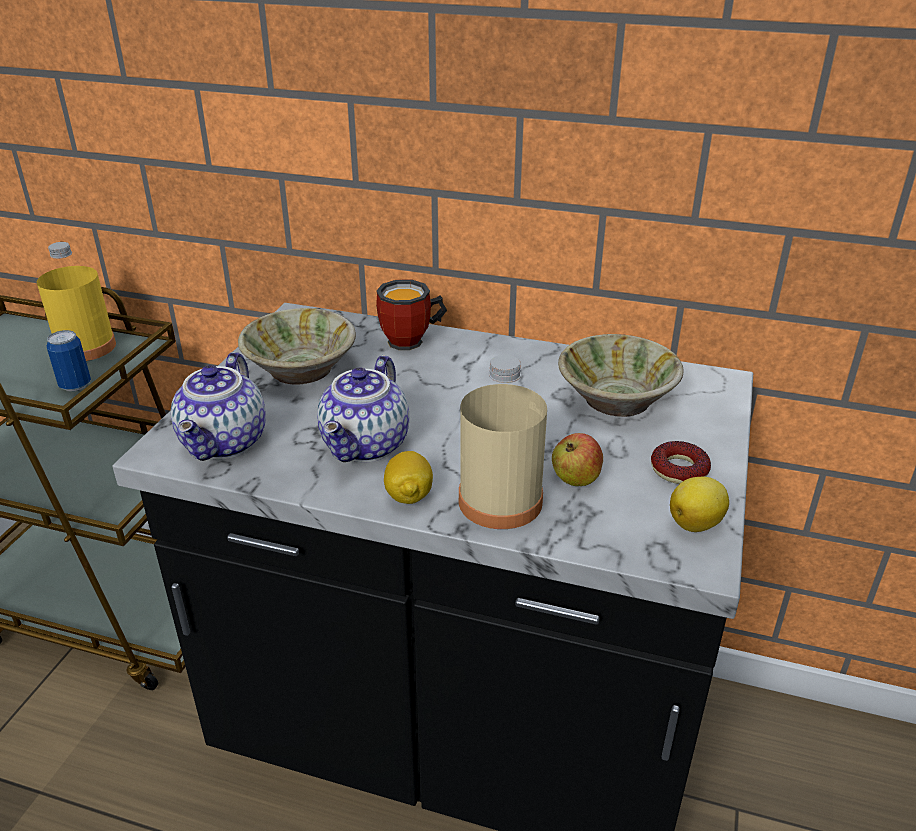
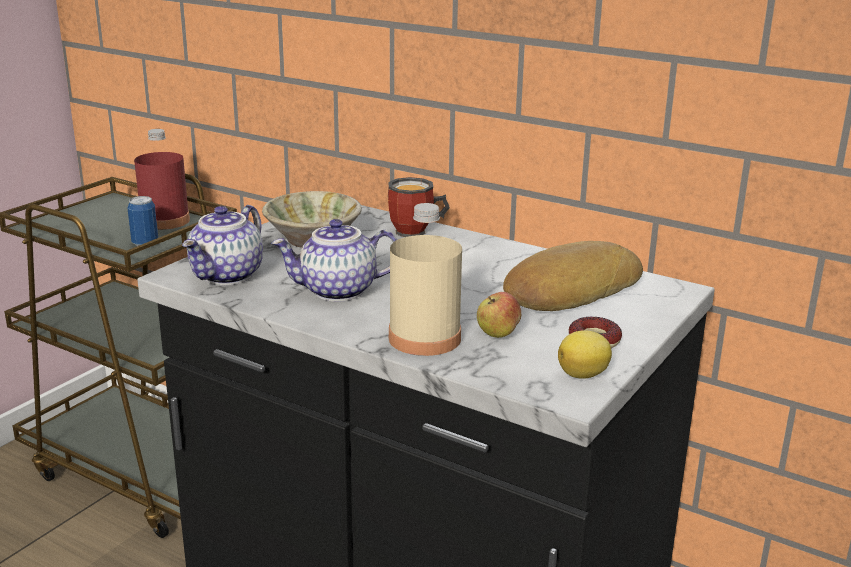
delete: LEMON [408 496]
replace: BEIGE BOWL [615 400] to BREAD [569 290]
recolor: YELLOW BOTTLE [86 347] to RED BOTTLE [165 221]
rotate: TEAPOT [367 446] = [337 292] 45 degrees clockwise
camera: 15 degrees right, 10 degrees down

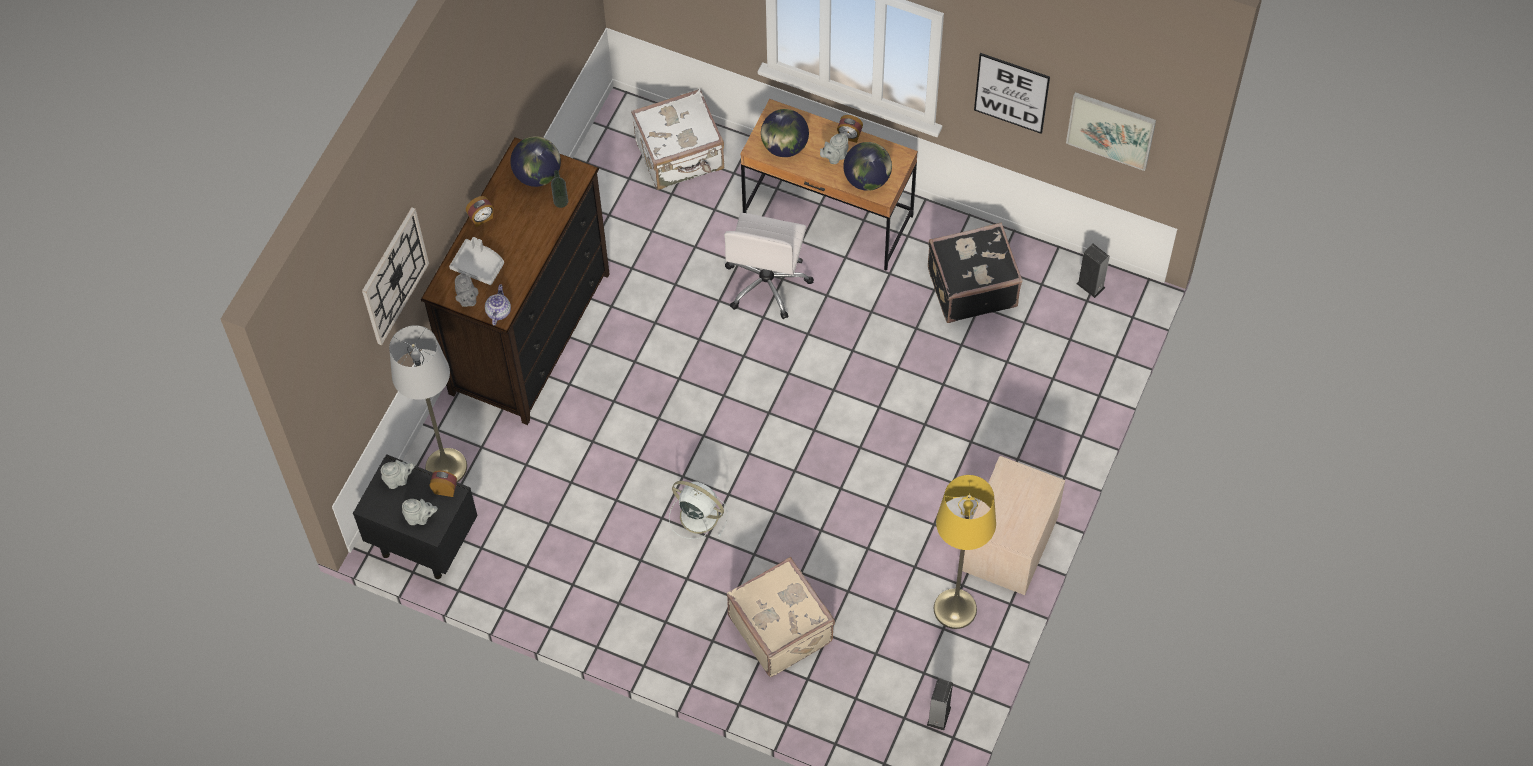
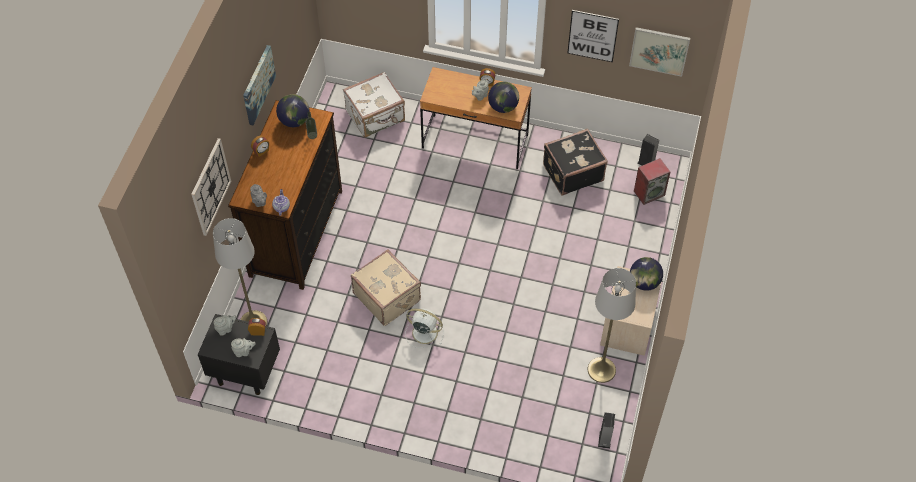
delete: WHITE OFFICE CHAIR [767 283]; GREY TRAY [478 265]
insert: PICTURE [258 84]; SPEAKER [649 192]
move: GLOBE [784 146] to [644 282]; BEIGE SUITCASE [781 627] to [387 296]
recolor: YELLOW FLOOR LAMP [955 608] to GREY FLOOR LAMP [601 370]
camera: 10 degrees left, 5 degrees down

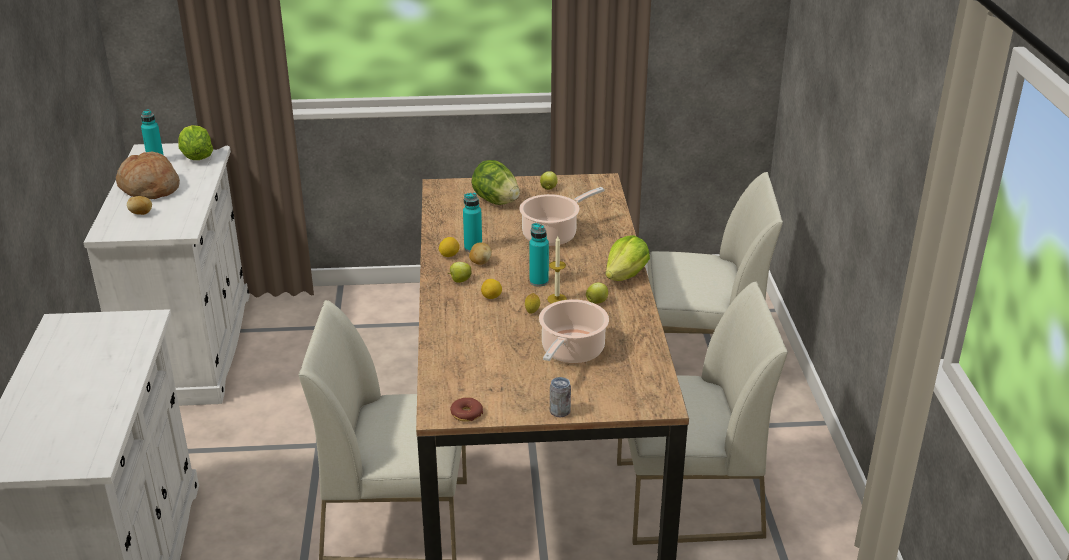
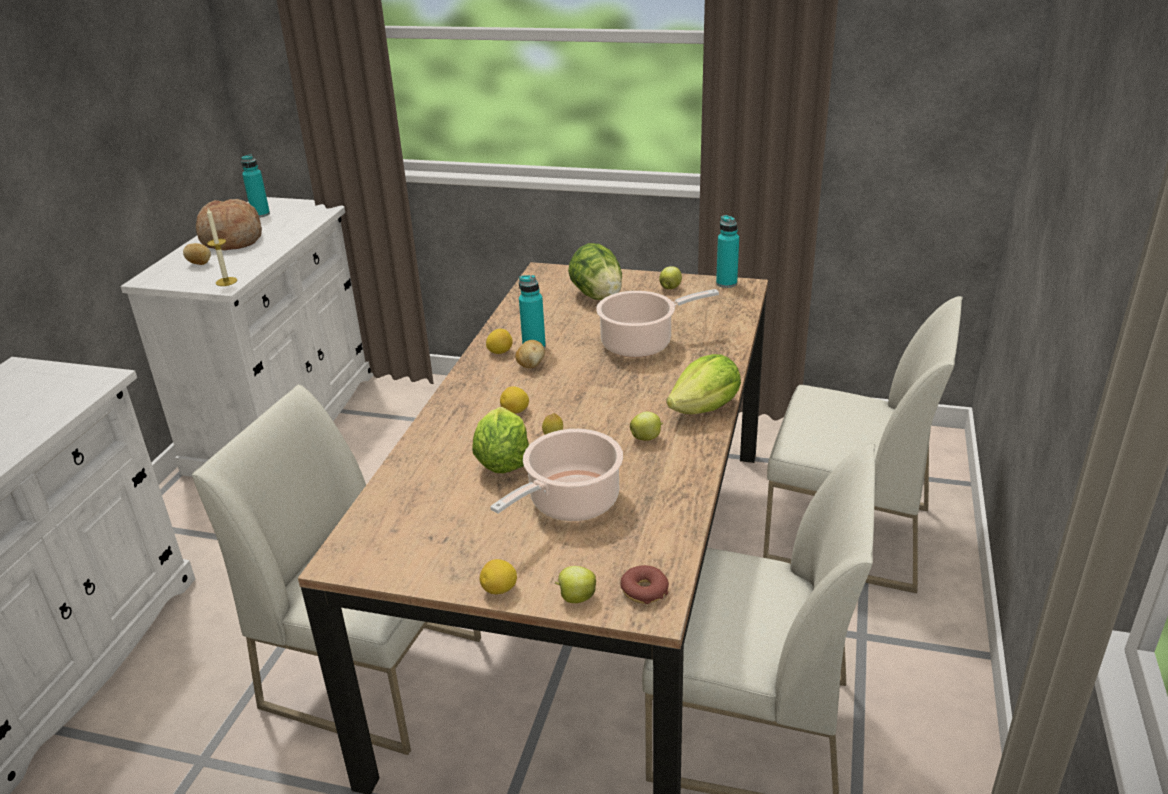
move: LETTUCE [196 157] to [502 462]; TURQUOISE BOTTLE [539 281] to [726 283]; CANDLE [557 299] to [226 281]; APPLE [459 281] to [576 598]; DONUT [466 414] to [644 590]
replace: CAN [560 411] to LEMON [499 590]
camera: 20 degrees right, 0 degrees up

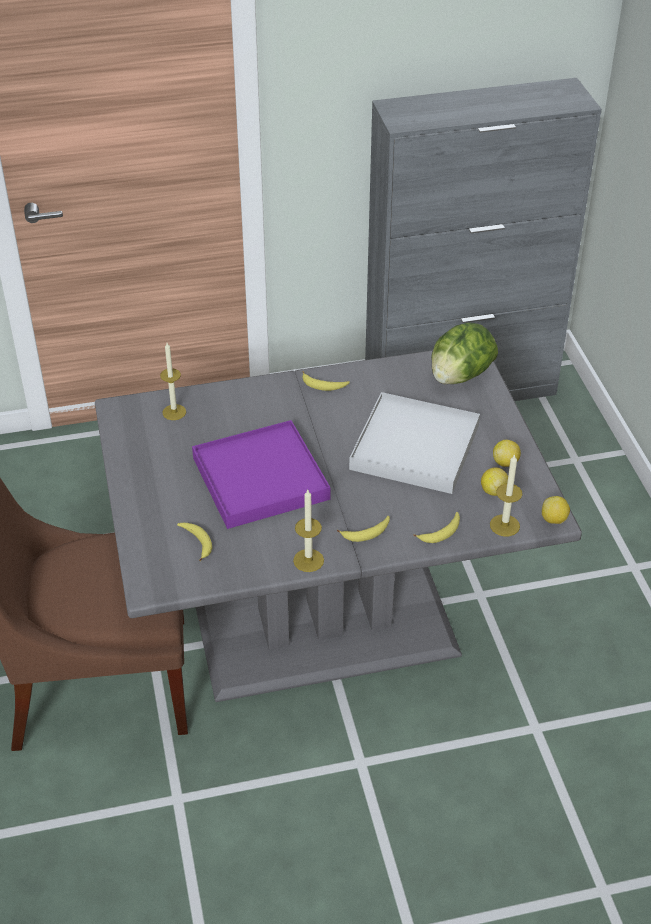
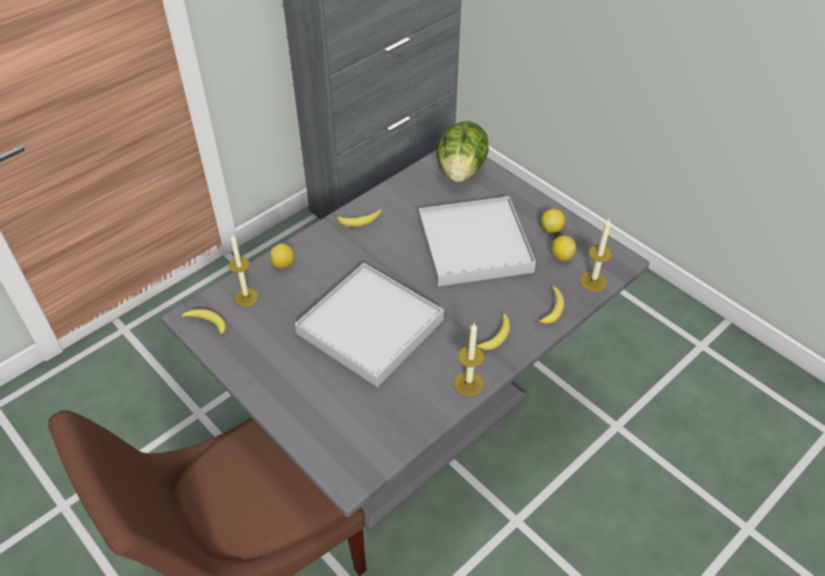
move: LEMON [554 520] to [284 264]; BANANA [197 542] to [207 323]
recolor: PURPLE TRAY [260 478] to WHITE TRAY [370 327]
camera: 30 degrees left, 5 degrees up

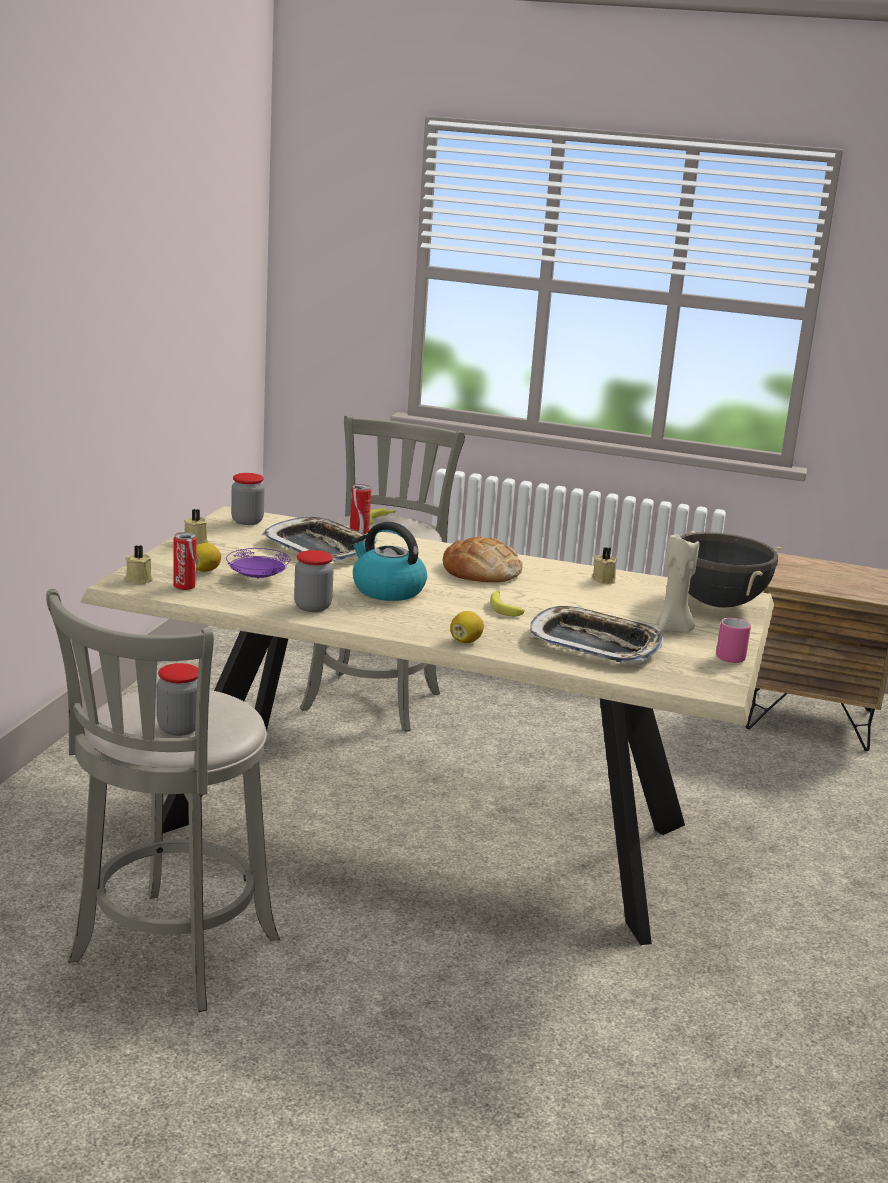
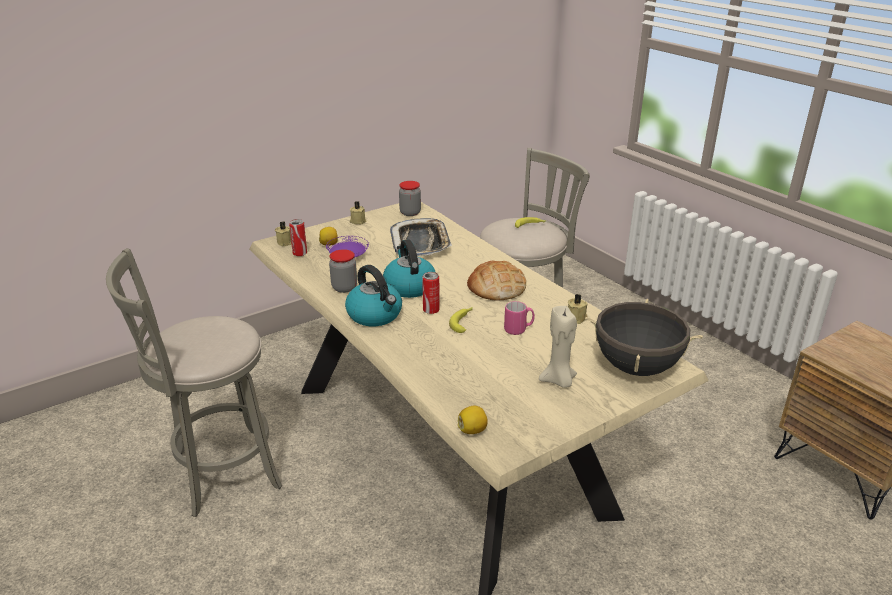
delete: TRAY [594 644]; JAR [179 728]
insert: KETTLE [375 315]
move: CAN [359 532] to [431 310]; LEMON [465 641] to [472 430]; PINK MUG [733 657] to [518 329]
camera: 40 degrees right, 10 degrees up

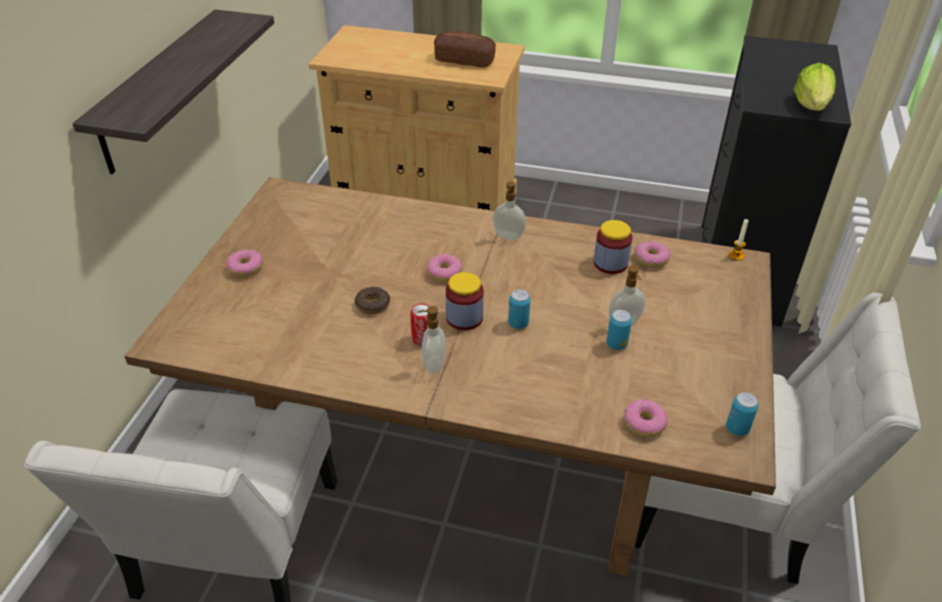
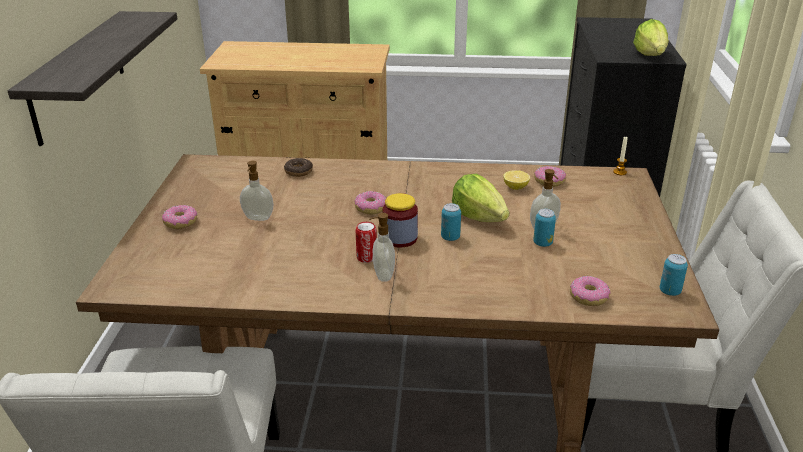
delete: BREAD [464 60]
insert: LETTUCE [479 217]
move: SOAP DISPENSER [508 236] to [258 218]; DONUT [372 305] to [298 171]
replace: JAR [610 263] to LEMON [515 187]
camera: 10 degrees left, 10 degrees down

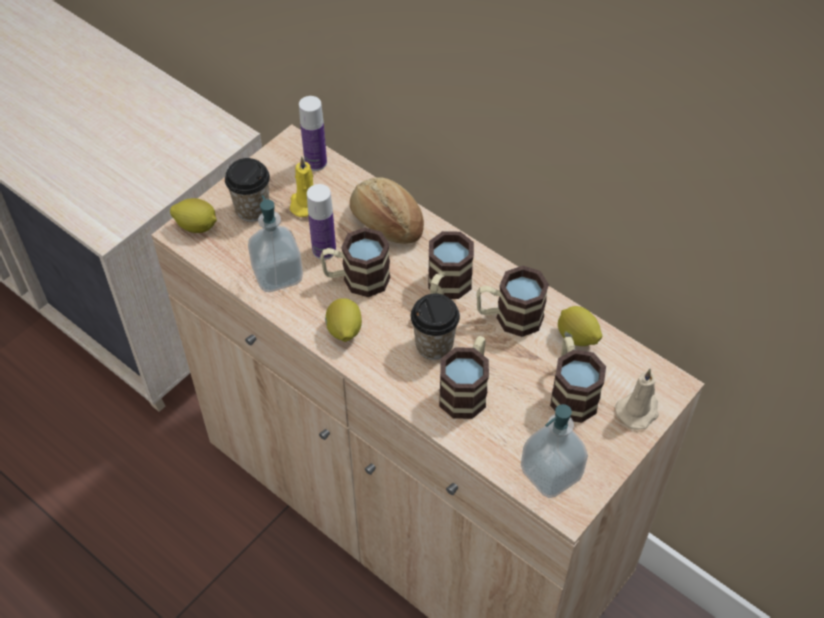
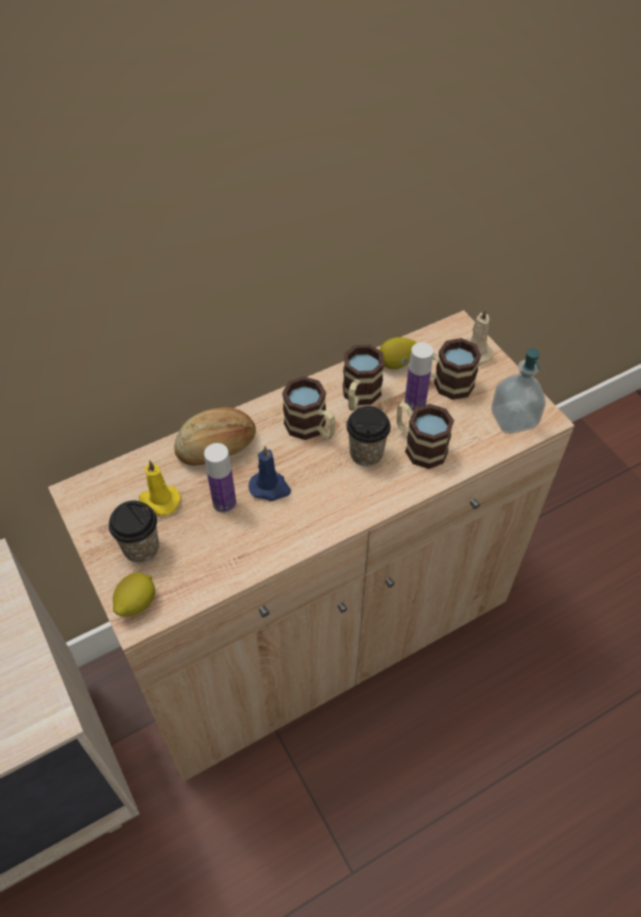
delete: SOAP DISPENSER [278 275]; LEMON [344 331]
move: BOTTLE [315 163] to [414 404]
replace: MUG [356 279] to BLUE CANDLE [270 487]
camera: 70 degrees left, 0 degrees up

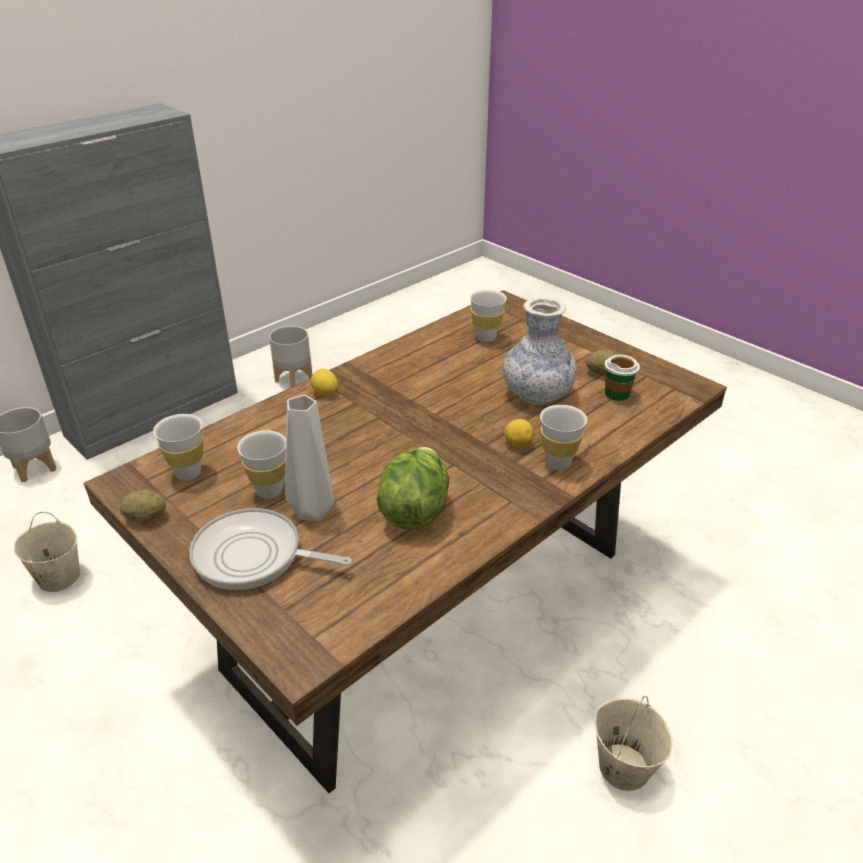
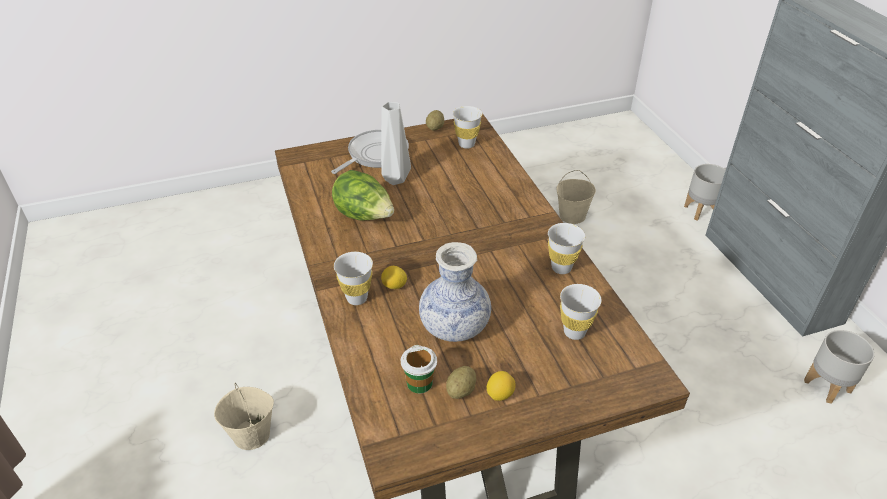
move: LEMON [325 393] to [500 394]; WHITE CUP [269 490] to [561 268]
camera: 115 degrees right, 5 degrees up

